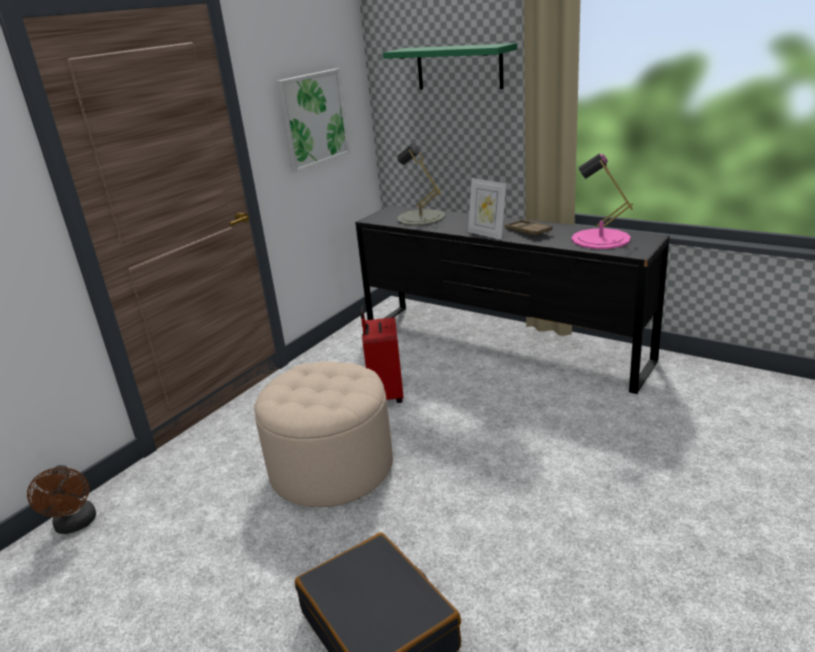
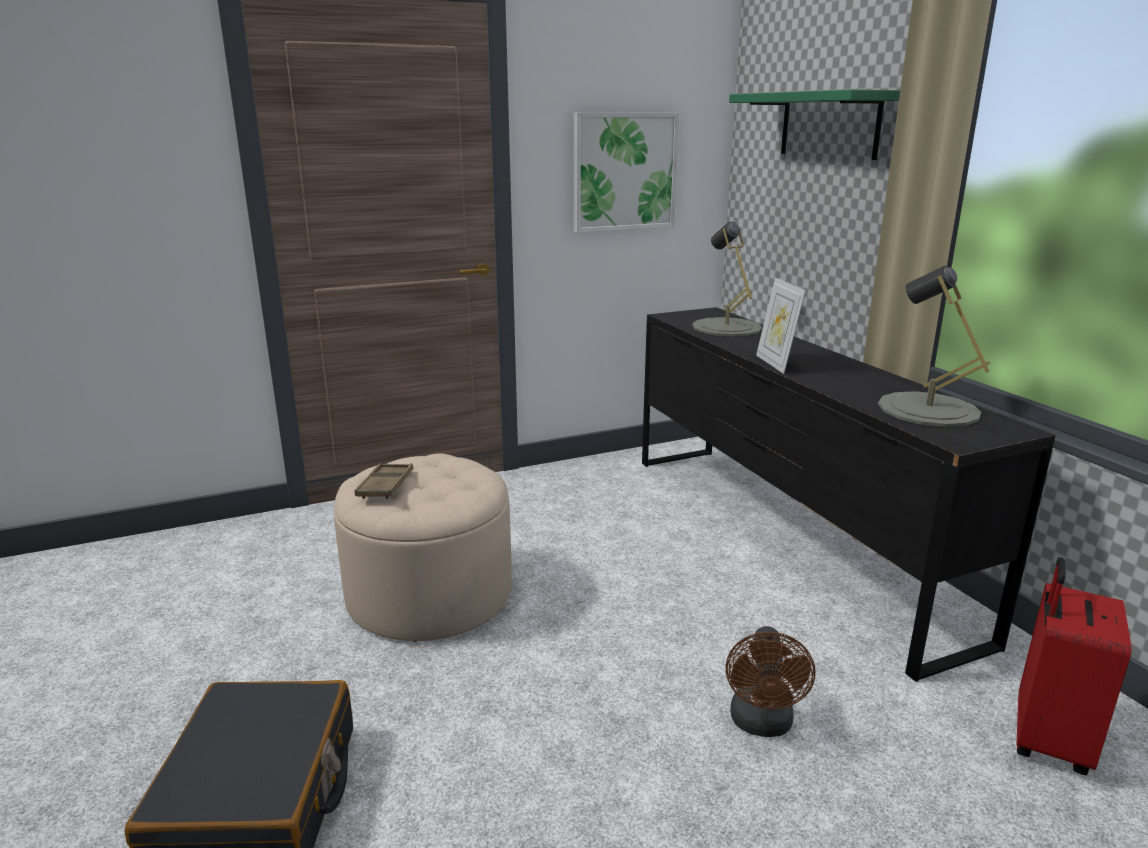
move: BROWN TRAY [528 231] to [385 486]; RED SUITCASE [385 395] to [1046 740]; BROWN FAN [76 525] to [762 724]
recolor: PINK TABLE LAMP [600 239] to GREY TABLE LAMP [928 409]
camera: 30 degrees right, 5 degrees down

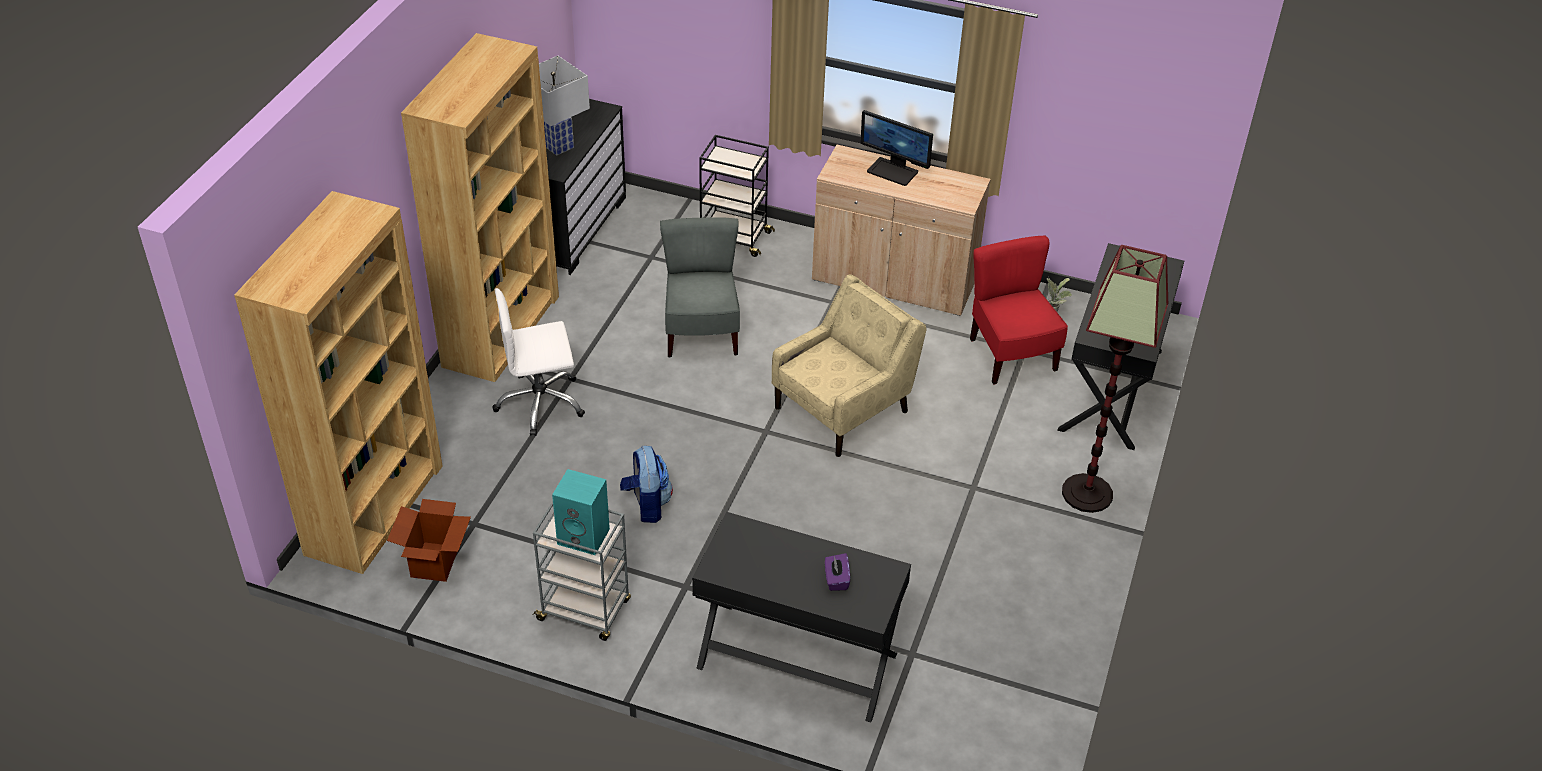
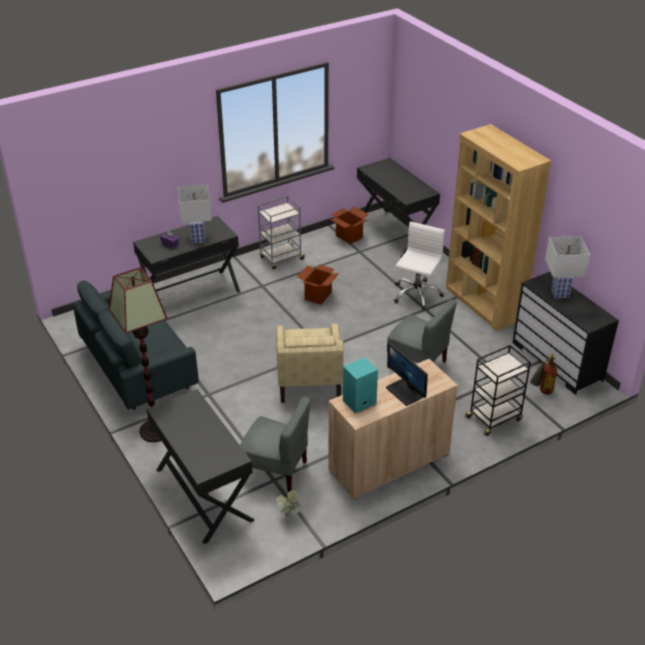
insert: WHITE TABLE LAMP [198 239]; GREY SOFA [138 368]; FIRE EXTINGUISHER [541 392]
move: TURQUOISE SPEAKER [585 536] to [359 402]
replace: BROWN BOOKCASE [375 509] to BLACK DESK [395 233]; BACKPACK [647 505] to CARDBOARD BOX [318 296]
recolor: RED CHAIR [1010 355] to GREY CHAIR [276 470]
rotate: MONITOR [893 171] = [405 392] 105 degrees counterclockwise
camera: 130 degrees right, 5 degrees down

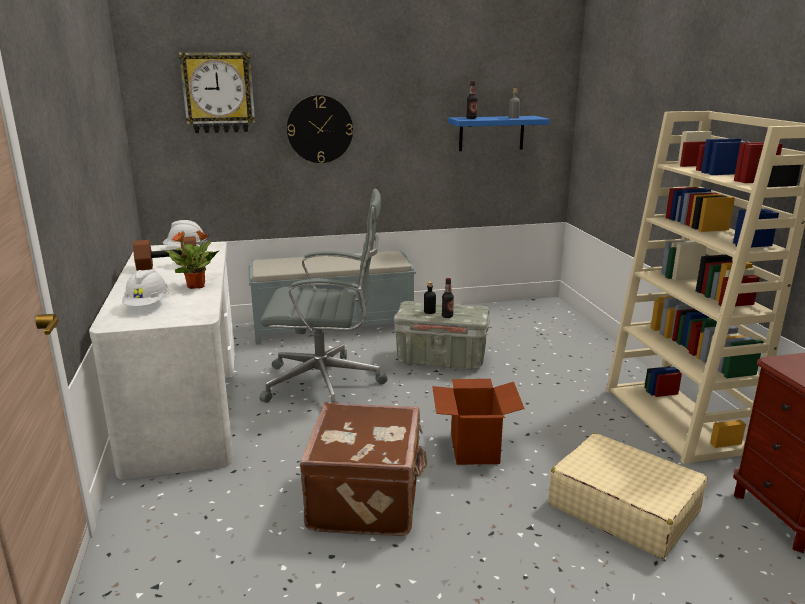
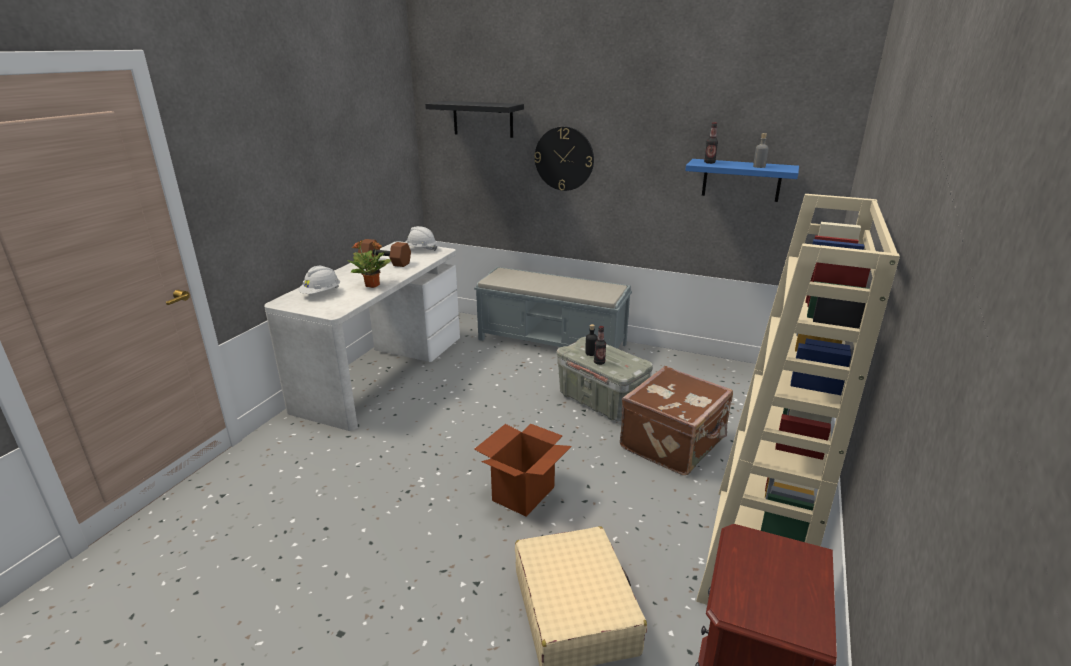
delete: GREY OFFICE CHAIR [326 383]
move: BROWN SUITCASE [368 498] to [674 444]
replace: WALL CLOCK [218 93] to BLACK SHELF [483 119]
camera: 35 degrees right, 5 degrees up

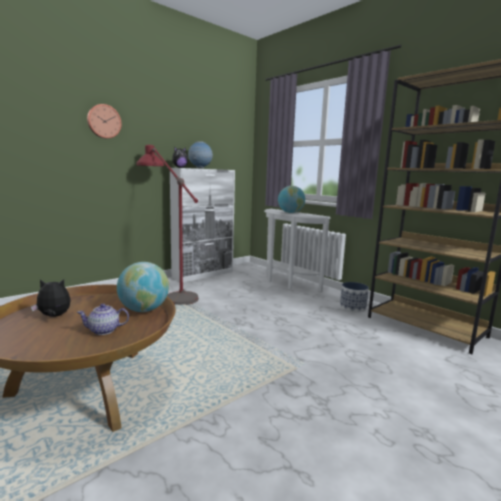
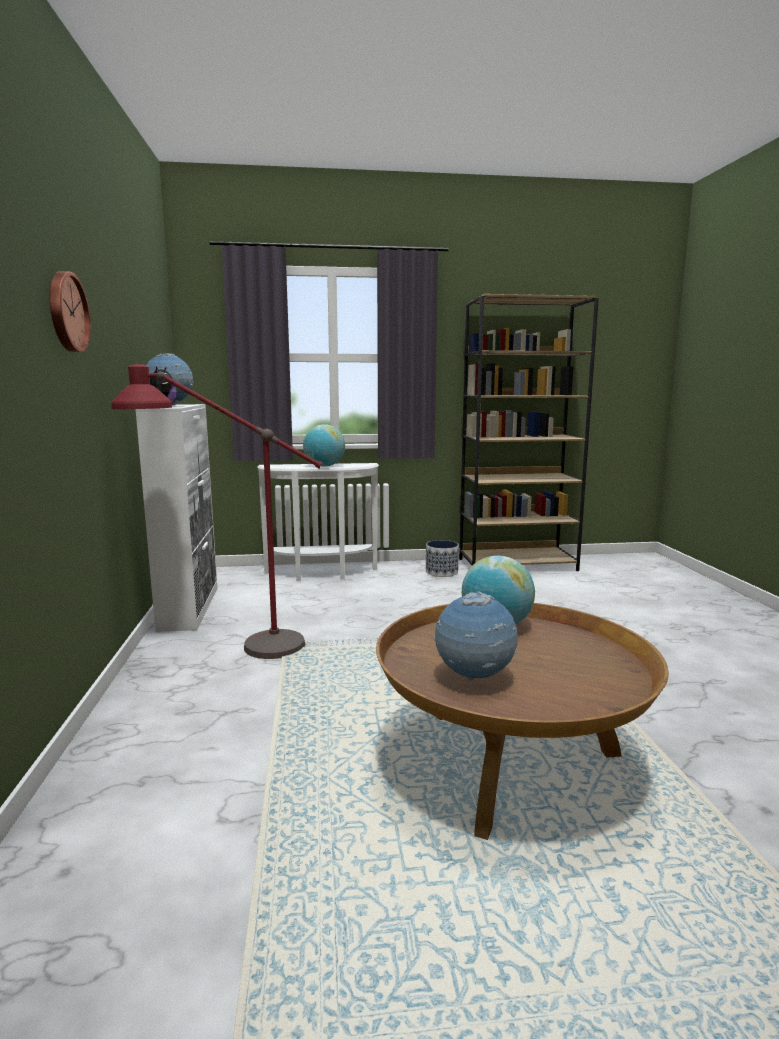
delete: TEAPOT [104 330]
replace: PLUSH TOY [54 316] to GLOBE [474 678]
camera: 55 degrees left, 0 degrees up

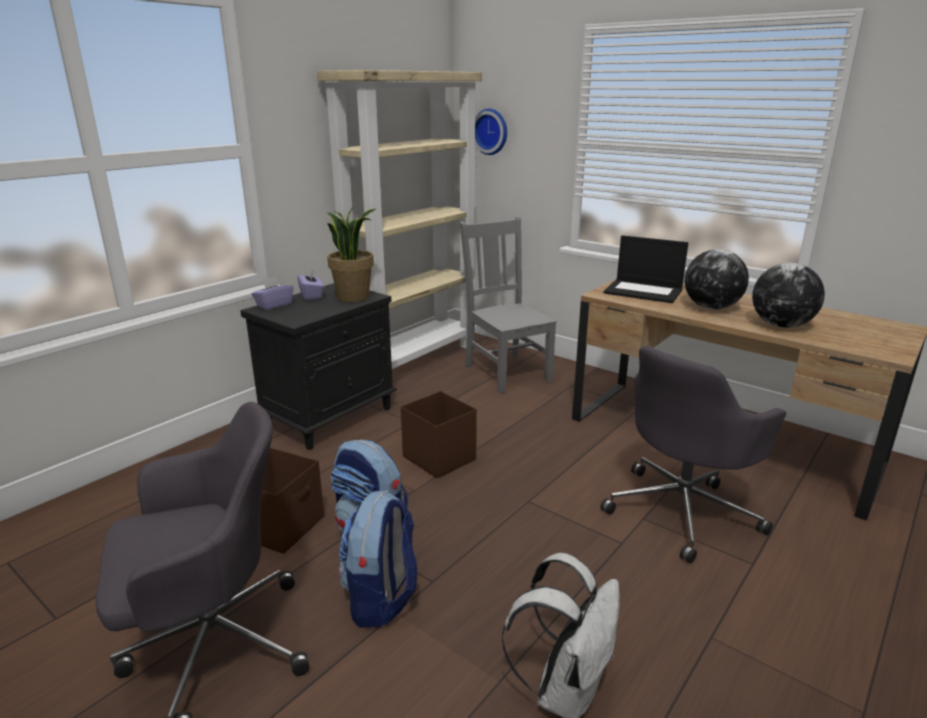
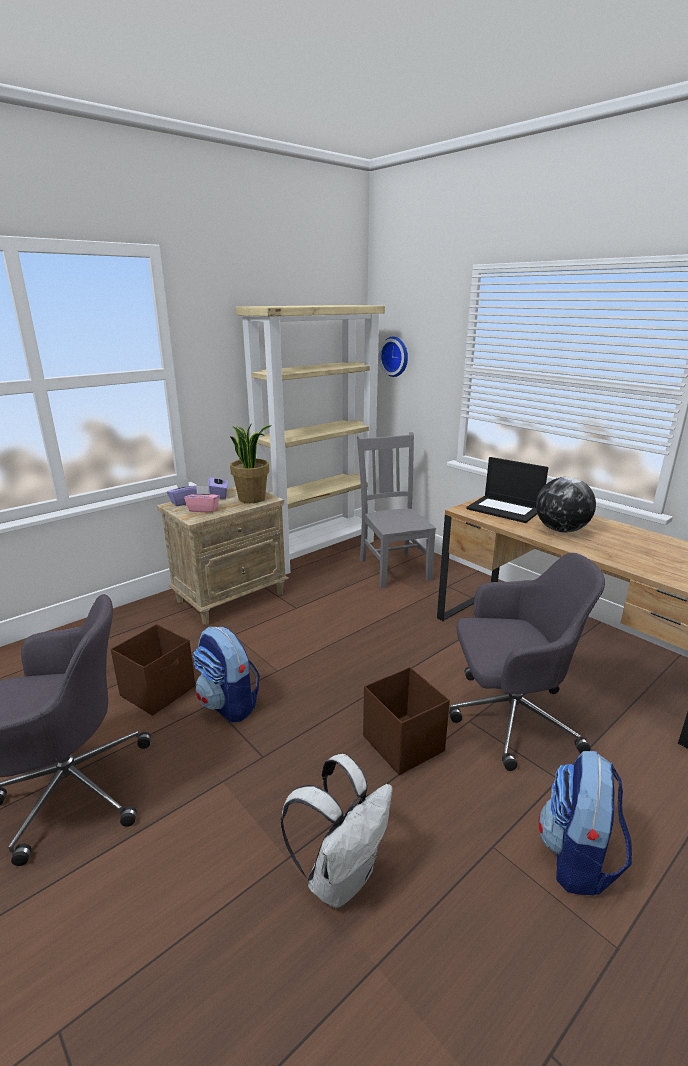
delete: GLOBE [781 326]
insert: PINK TISSUE BOX [203 509]
move: BROWN STORAGE BOX [439 457] to [403 743]; BACKPACK [381 599] to [577 858]
recolor: BLACK NIGHTSTAND [330 417] to BEIGE NIGHTSTAND [231 597]
rotate: GREY OFFICE CHAIR [683 510] = [509 717] 150 degrees counterclockwise
camera: 10 degrees right, 0 degrees up

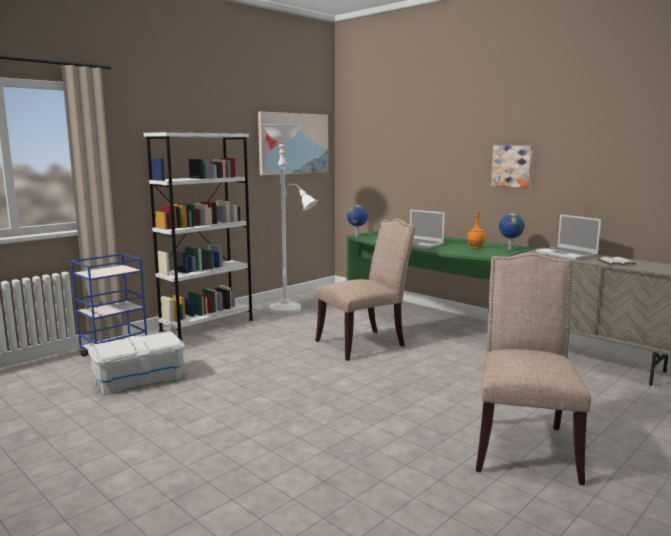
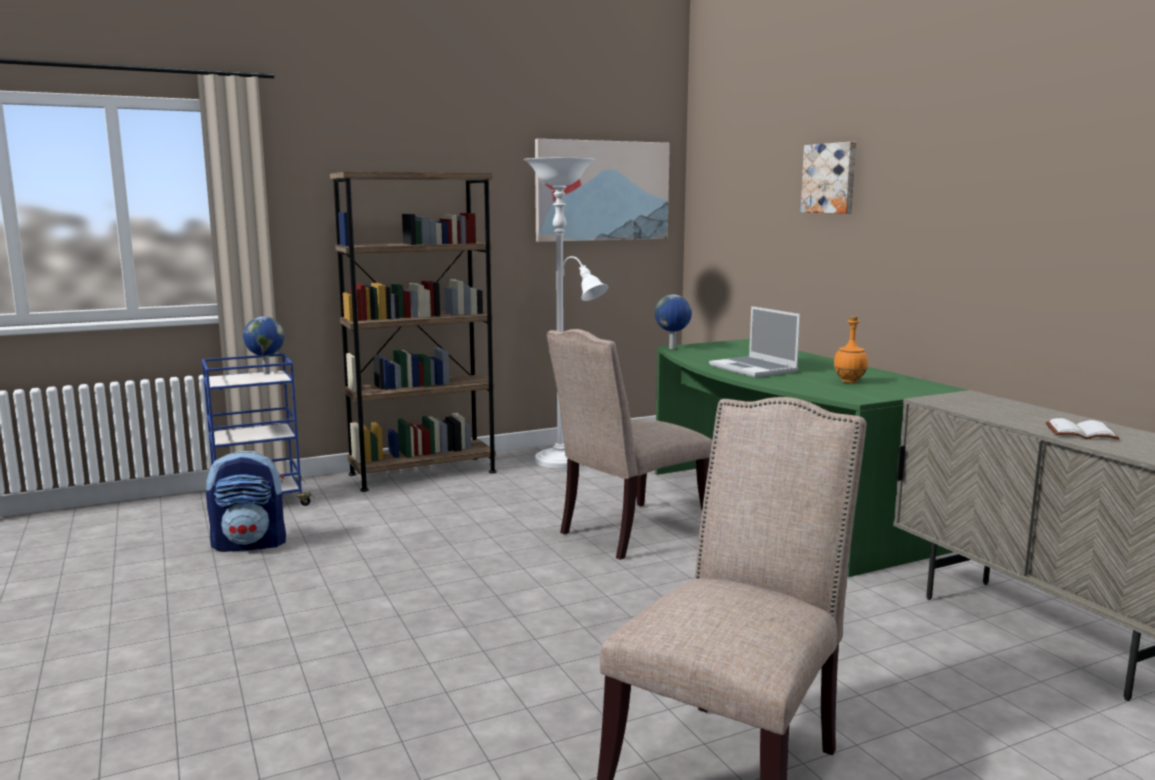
delete: LAPTOP [567 255]
move: PICTURE [512 166] to [830 178]; GLOBE [509 249] to [265 373]
replace: WHITE STORAGE BOX [139 379] to BACKPACK [251 544]
recolor: WHITE BOOKCASE [207 325] to BROWN BOOKCASE [423 473]
rotate: BEIGE CHAIR [364 343] = [629 533] 150 degrees clockwise
camera: 20 degrees right, 0 degrees up

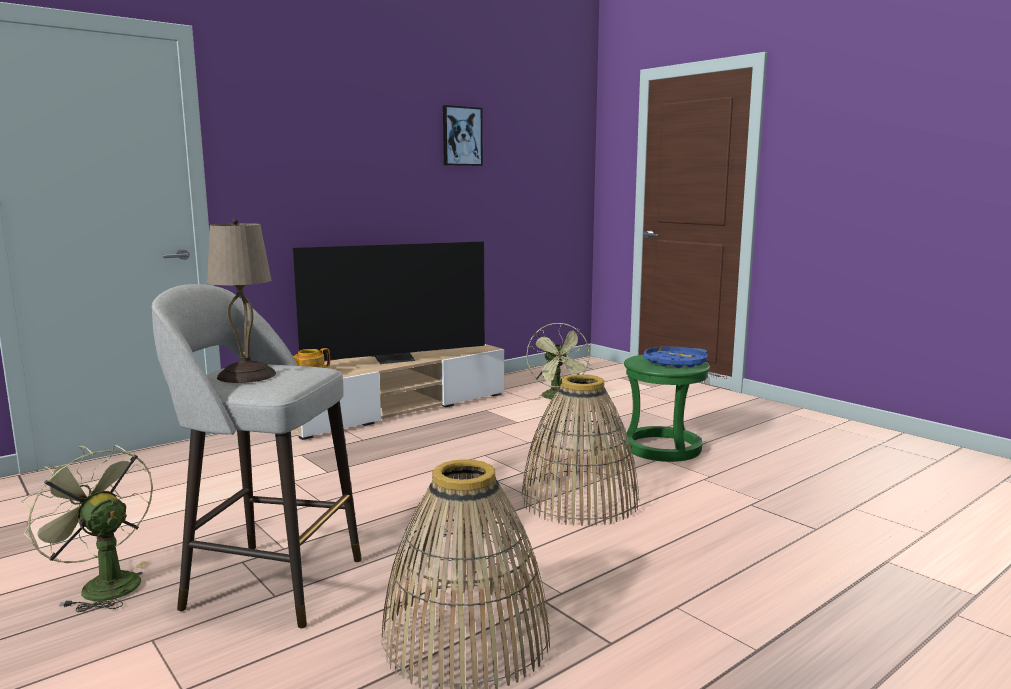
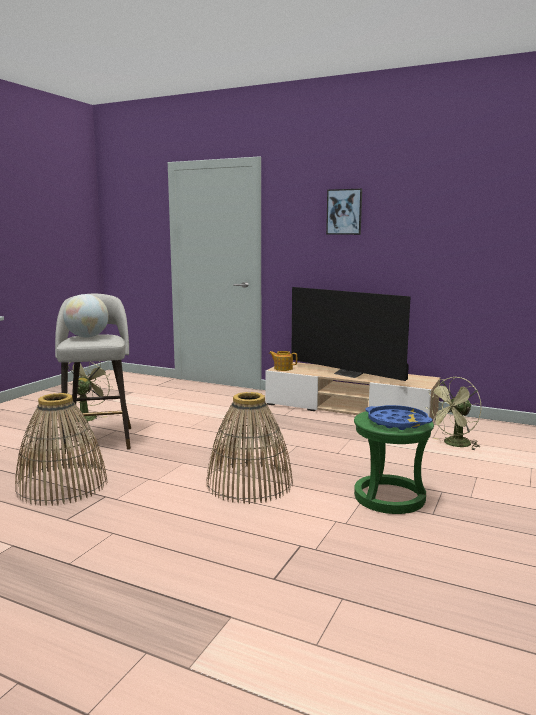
move: PICTURE [461 136] to [344 212]
replace: BEIGE TABLE LAMP [246 375] to GLOBE [87 337]
camera: 65 degrees right, 0 degrees up

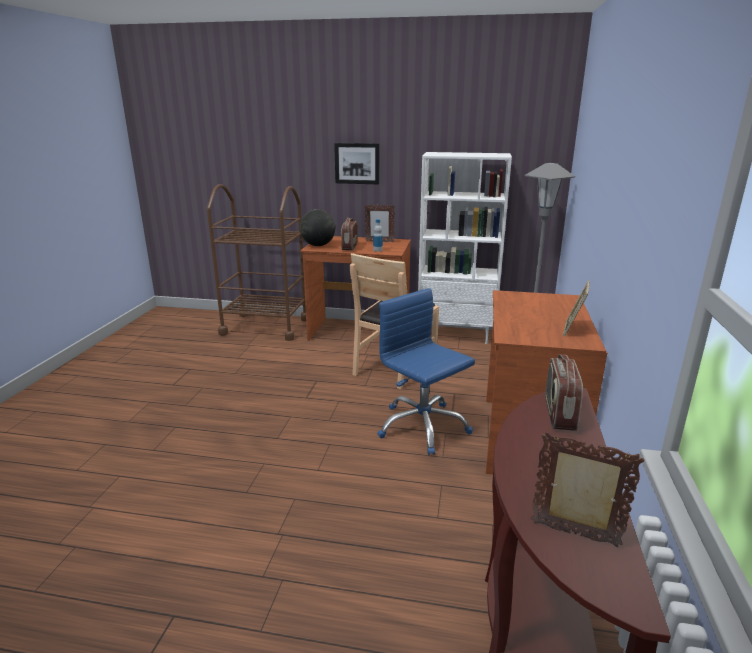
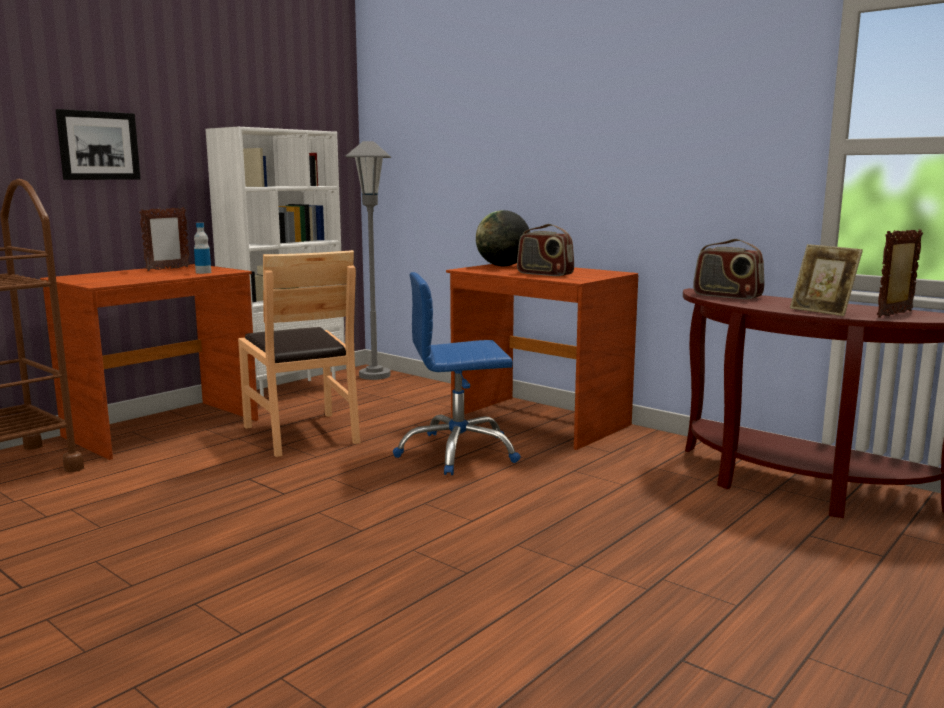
move: GLOBE [318 245] to [503 266]; RADIO [349 247] to [544 274]; PICTURE FRAME [573 329] to [822 311]
camera: 60 degrees left, 10 degrees down

